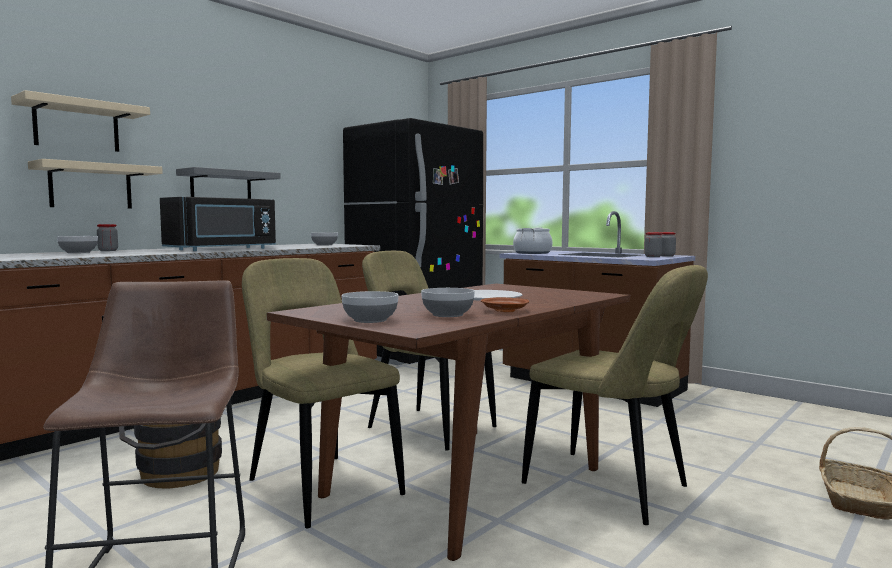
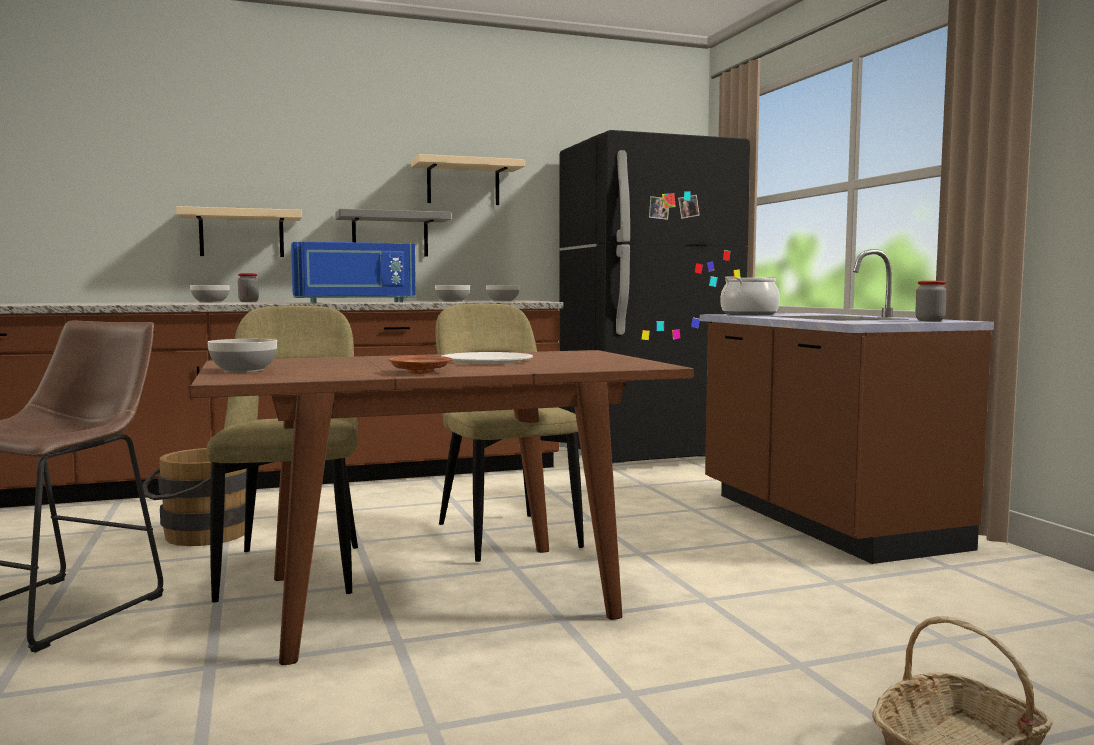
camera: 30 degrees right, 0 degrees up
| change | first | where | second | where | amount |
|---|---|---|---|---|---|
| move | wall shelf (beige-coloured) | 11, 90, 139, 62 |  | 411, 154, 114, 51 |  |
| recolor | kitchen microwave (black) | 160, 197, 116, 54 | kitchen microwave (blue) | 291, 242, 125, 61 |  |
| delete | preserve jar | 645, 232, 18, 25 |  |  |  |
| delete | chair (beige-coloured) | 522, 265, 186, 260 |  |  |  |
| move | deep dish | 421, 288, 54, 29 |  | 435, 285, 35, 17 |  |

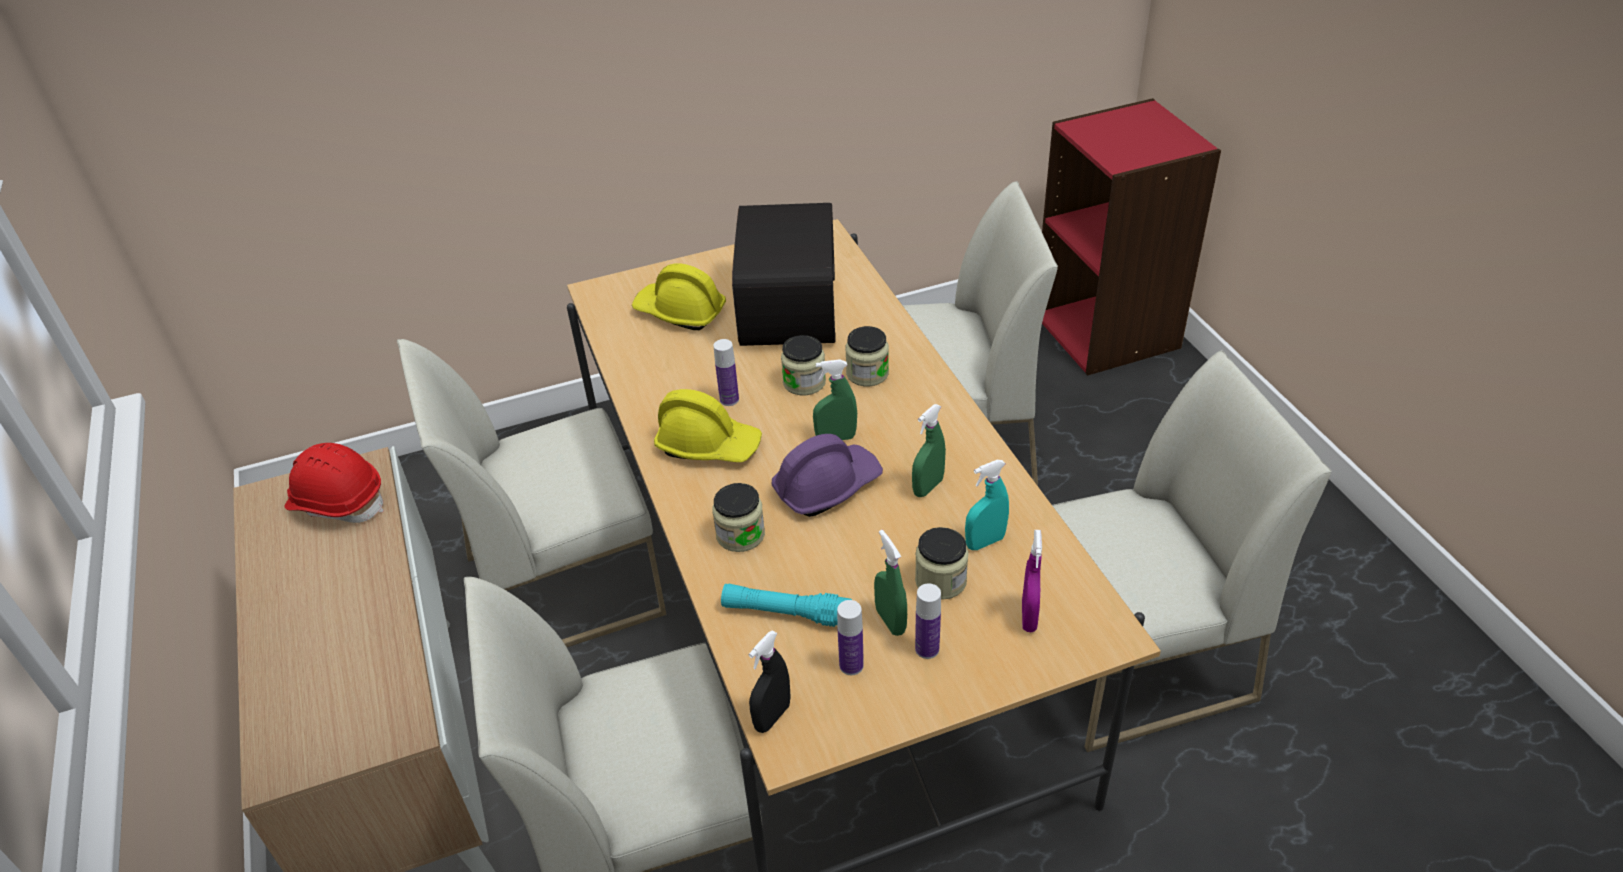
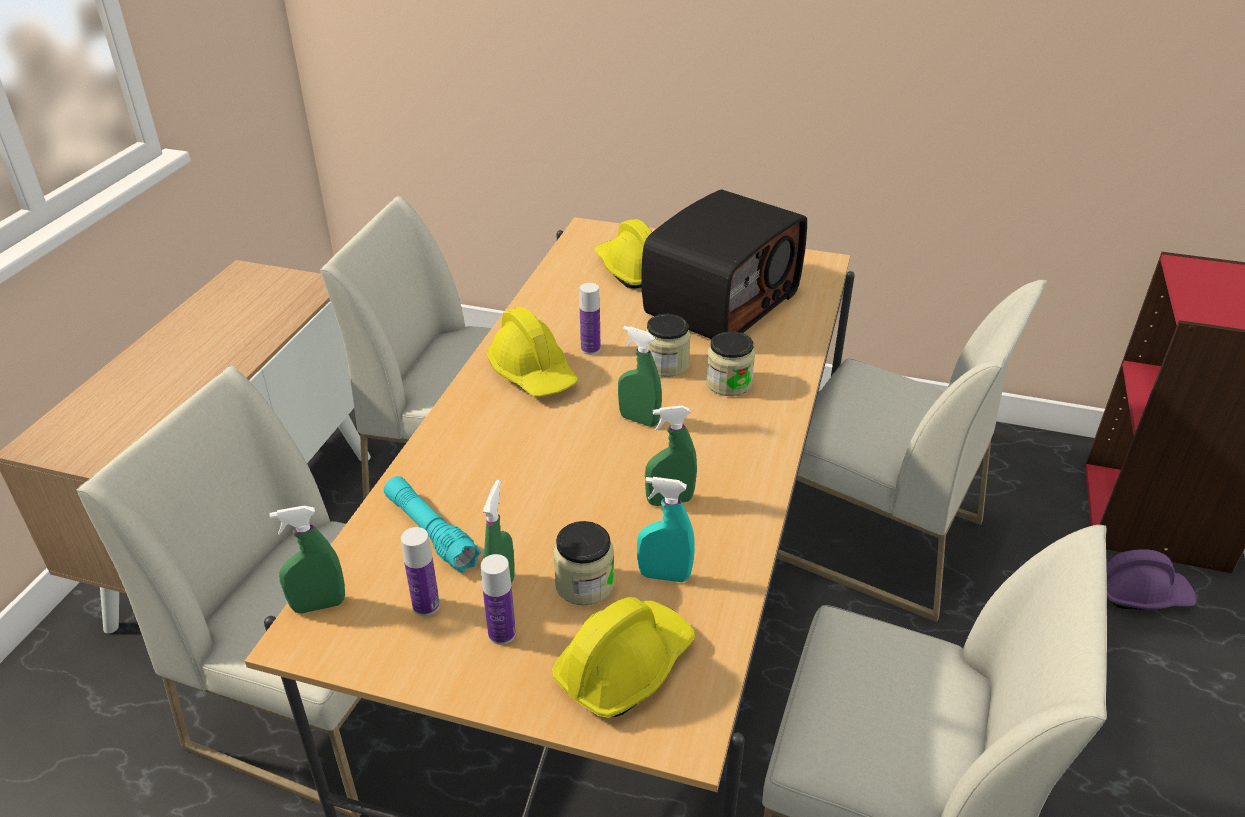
camera: 35 degrees right, 5 degrees down
| change | first | where | second | where | amount |
|---|---|---|---|---|---|
| move | safety helmet (purplish) | 772, 434, 111, 83 |  | 1106, 549, 90, 60 |  |
| delete | safety helmet (reddish) | 284, 443, 100, 80 |  |  |  |
| delete | preserve jar | 713, 483, 52, 69 |  |  |  |
| replace | hand sprayer (purplish) | 1022, 530, 20, 102 | safety helmet (yellowish) | 552, 597, 143, 121 |  |
| recolor | hand sprayer (black) | 749, 631, 42, 102 | hand sprayer (greenish) | 269, 506, 76, 107 |  |

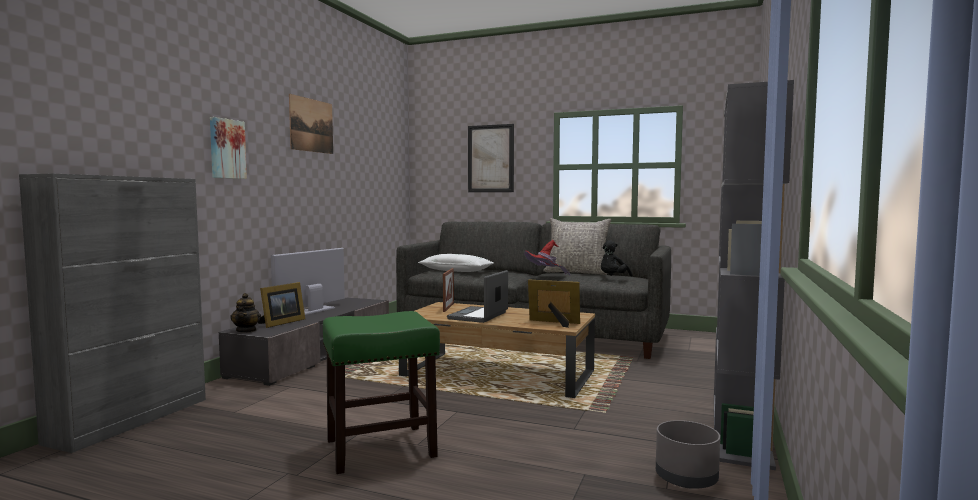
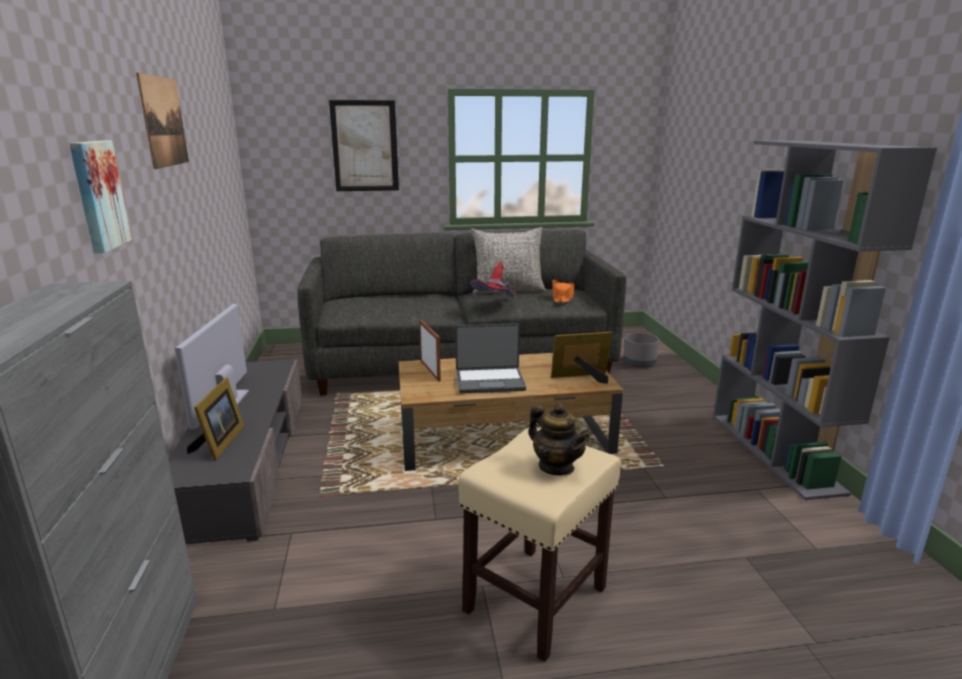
camera: 30 degrees left, 15 degrees up
| change | first | where | second | where | amount |
|---|---|---|---|---|---|
| replace | soft toy (black) | 601, 240, 32, 37 | hat (orange) | 552, 280, 22, 23 |  |
| delete | cushion (white-coloured) | 418, 254, 76, 18 |  |  |  |
| rotate | laptop | 447, 270, 61, 53 |  | 455, 323, 71, 71 | 90 degrees counterclockwise |
| move | pot for tea | 230, 293, 31, 40 |  | 528, 403, 62, 72 |  |
| recolor | sitting stool (greenish) | 323, 311, 117, 163 | sitting stool (beige-coloured) | 458, 428, 163, 234 |  |
| move | plant pot (grey) | 656, 420, 64, 69 |  | 623, 333, 36, 34 |  |

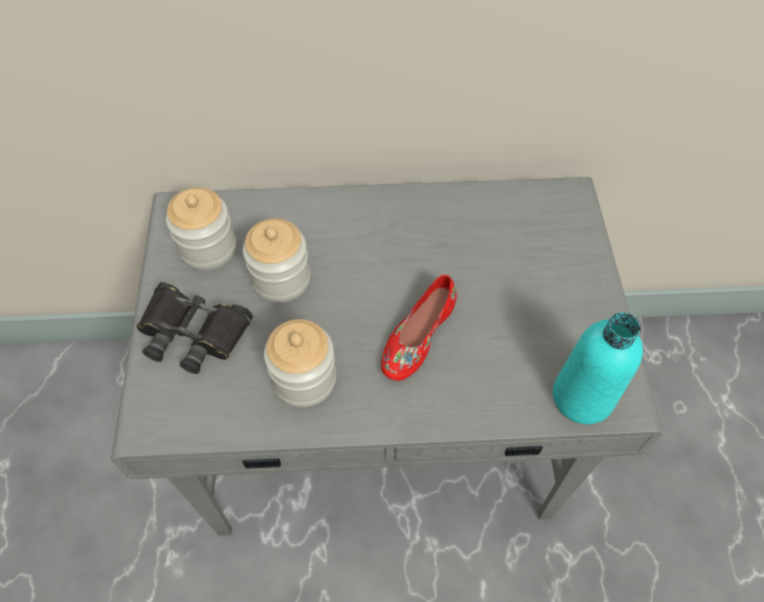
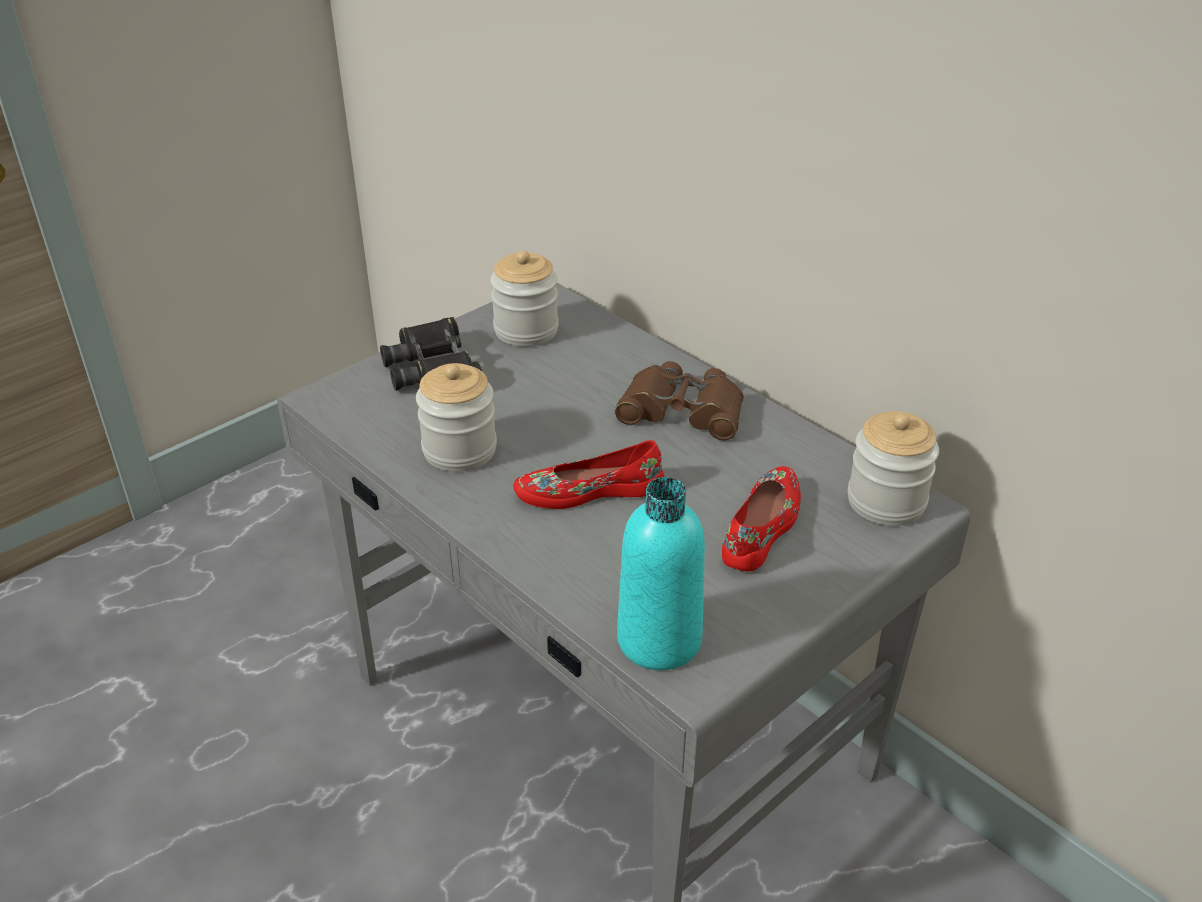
camera: 50 degrees right, 20 degrees down
| change | first | where | second | where | amount |
|---|---|---|---|---|---|
| move | preserve jar | 243, 218, 67, 85 |  | 848, 411, 91, 115 |  |
| insert |  |  | binoculars (brown) | 615, 361, 129, 80 |  |
| insert |  |  | low shoe (reddish) | 722, 466, 79, 106 |  |

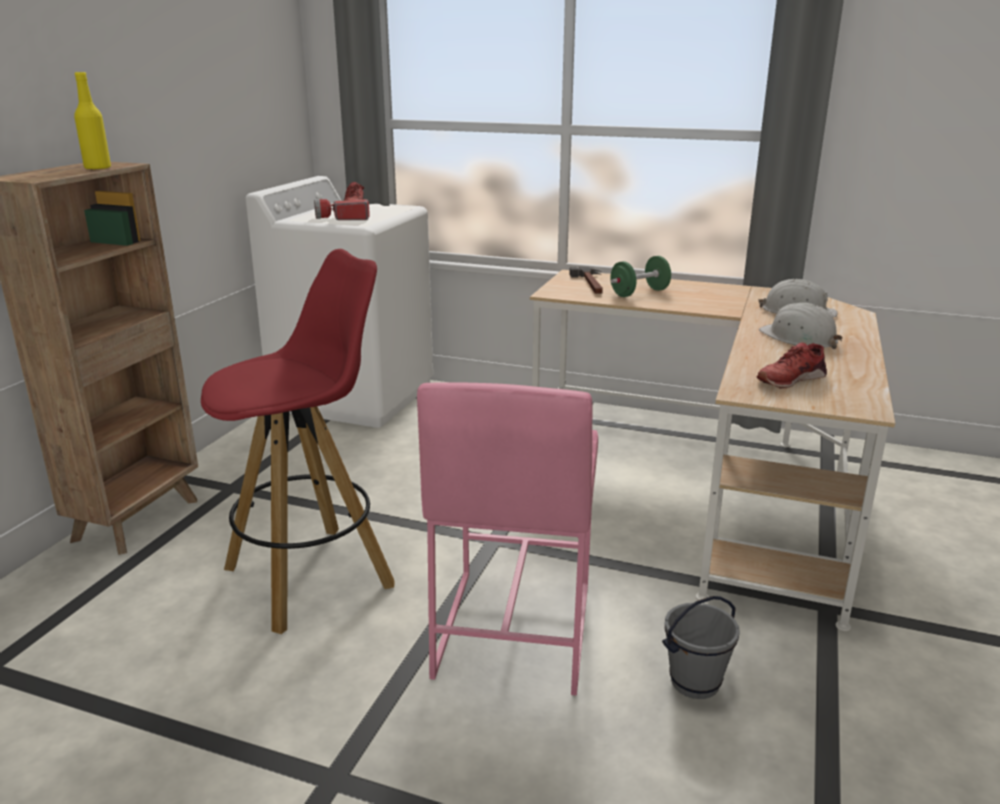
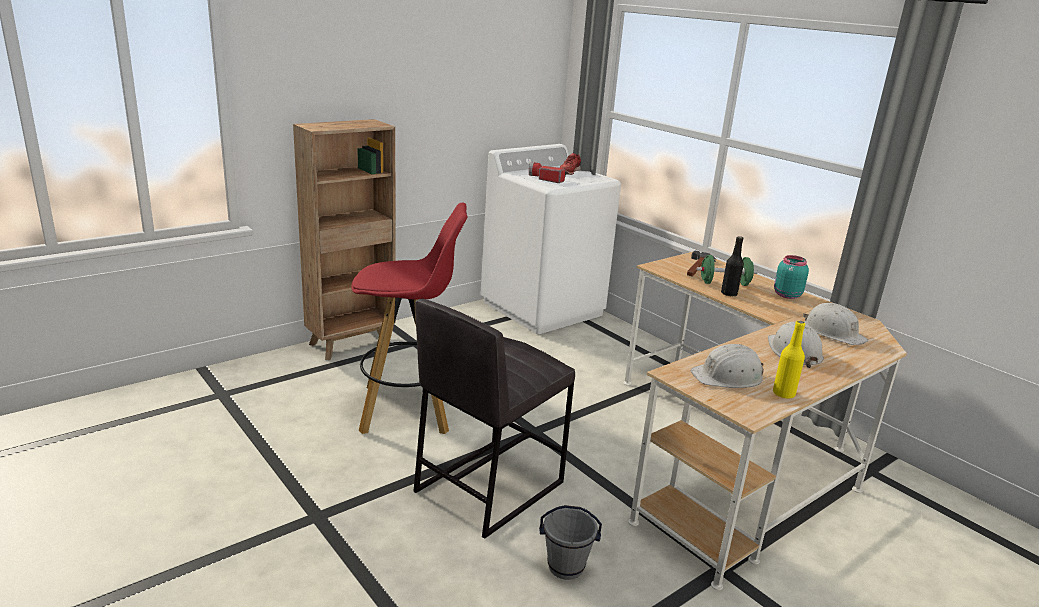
camera: 30 degrees right, 0 degrees up
| change | first | where | second | where | amount |
|---|---|---|---|---|---|
| move | beverage bottle (yellowish) | 74, 72, 37, 98 |  | 773, 321, 32, 78 |  |
| replace | low shoe (reddish) | 756, 343, 71, 46 | safety helmet (white-coloured) | 690, 344, 74, 44 |  |
| recolor | sitting stool (pink) | 417, 382, 181, 314 | sitting stool (grey) | 413, 299, 162, 240 |  |
| insert |  |  | beverage bottle (black) | 721, 236, 23, 60 |  |
| insert |  |  | preserve jar (turquoise) | 774, 255, 35, 44 |  |

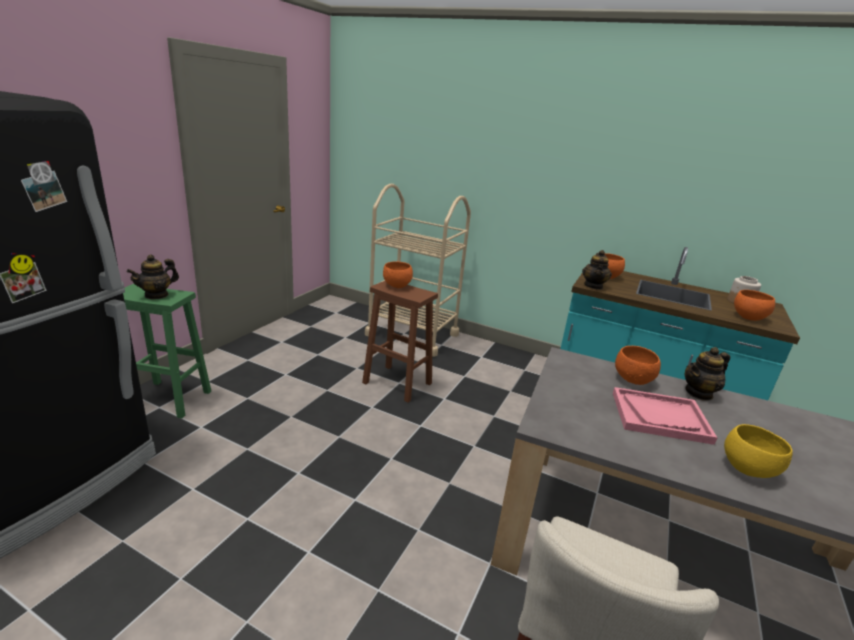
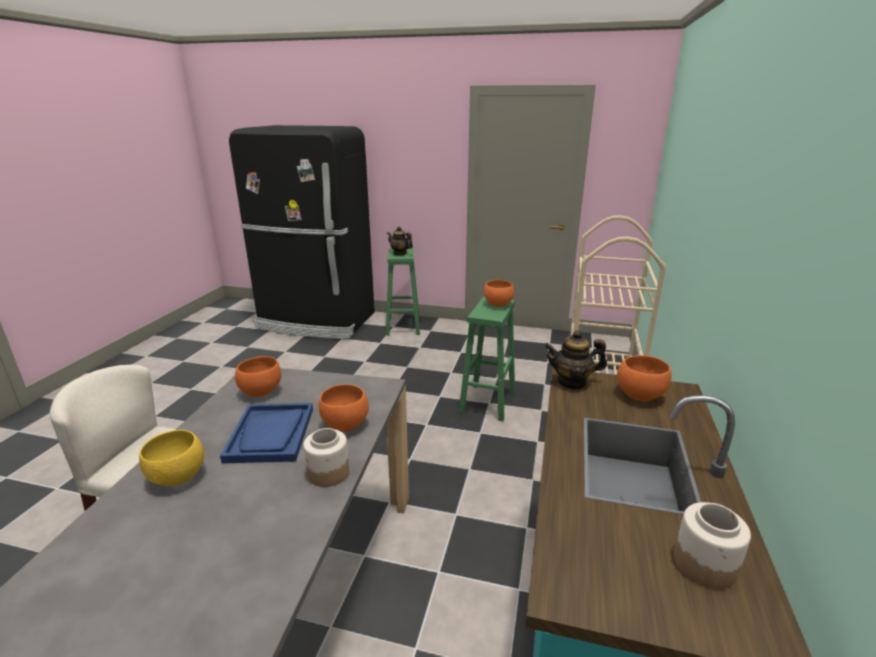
camera: 80 degrees right, 0 degrees up
| change | first | where | second | where | amount |
|---|---|---|---|---|---|
| recolor | sitting stool (brown) | 362, 281, 76, 122 | sitting stool (greenish) | 458, 296, 57, 125 |  |
| move | deep dish (orange) | 734, 290, 41, 31 |  | 235, 356, 46, 41 |  |
| replace | pot for tea | 685, 347, 45, 54 | preserve jar | 303, 428, 46, 59 |  |
| recolor | serving tray (pink) | 613, 387, 104, 58 | serving tray (blue) | 220, 403, 93, 60 |  |

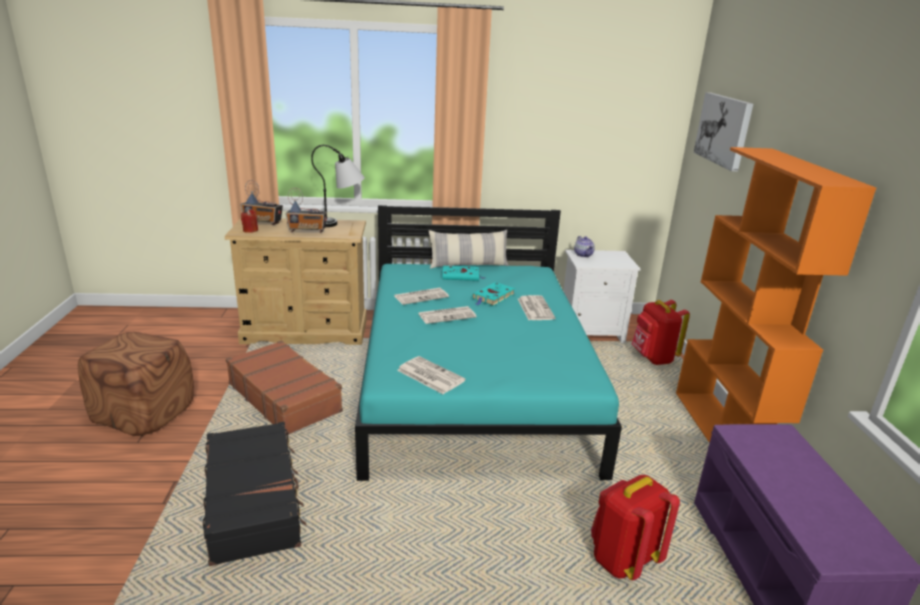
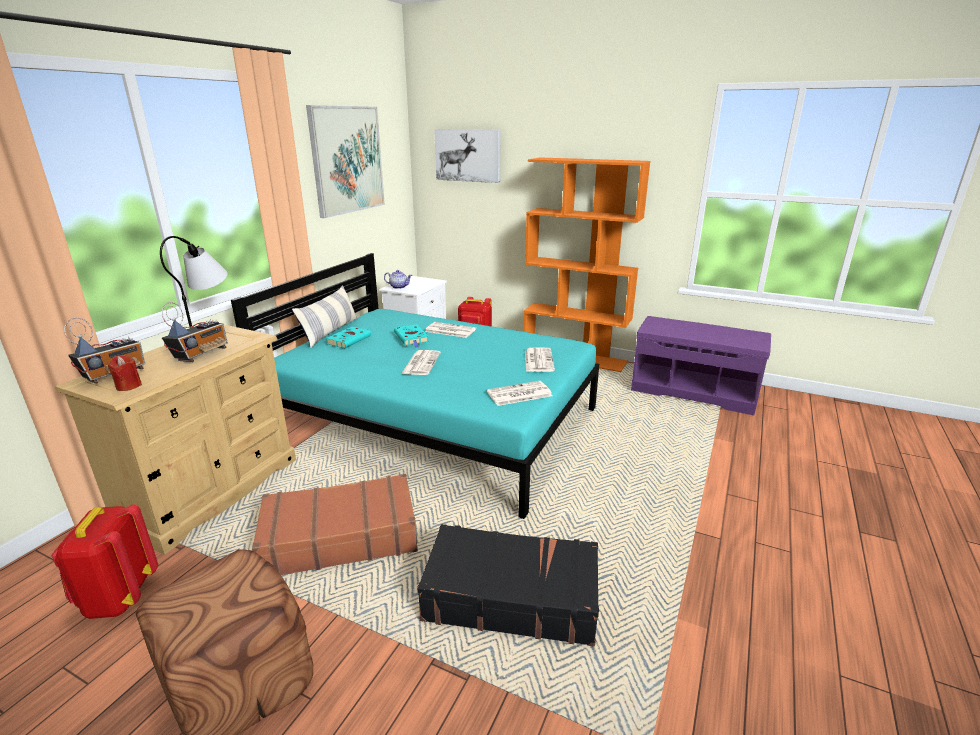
camera: 60 degrees left, 0 degrees up
| change | first | where | second | where | amount |
|---|---|---|---|---|---|
| move | daily paper | 394, 288, 55, 17 |  | 525, 347, 30, 25 |  |
| move | backpack (reddish) | 591, 475, 89, 105 |  | 51, 504, 107, 115 |  |
| insert |  |  | picture | 306, 105, 79, 113 |  |

